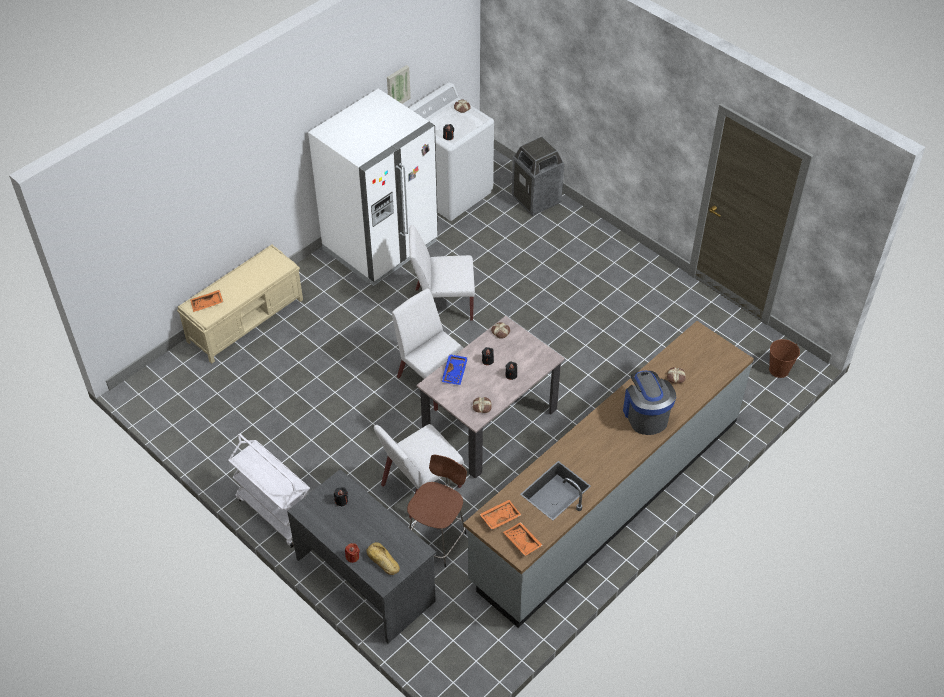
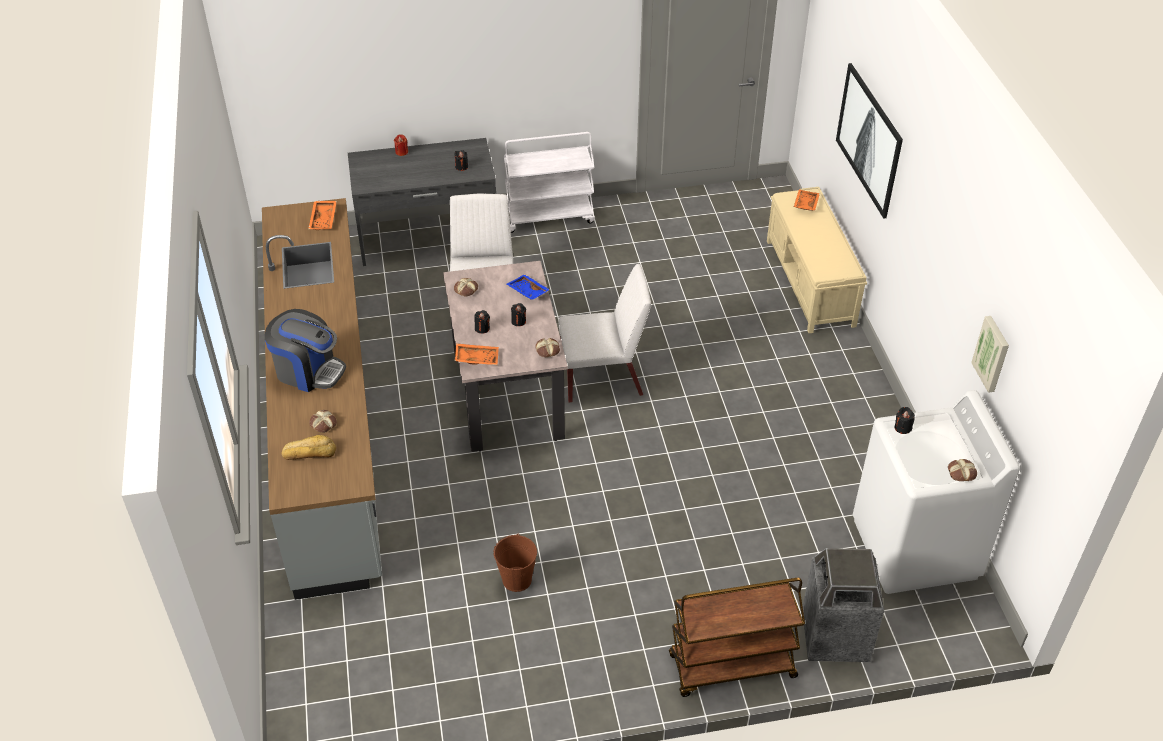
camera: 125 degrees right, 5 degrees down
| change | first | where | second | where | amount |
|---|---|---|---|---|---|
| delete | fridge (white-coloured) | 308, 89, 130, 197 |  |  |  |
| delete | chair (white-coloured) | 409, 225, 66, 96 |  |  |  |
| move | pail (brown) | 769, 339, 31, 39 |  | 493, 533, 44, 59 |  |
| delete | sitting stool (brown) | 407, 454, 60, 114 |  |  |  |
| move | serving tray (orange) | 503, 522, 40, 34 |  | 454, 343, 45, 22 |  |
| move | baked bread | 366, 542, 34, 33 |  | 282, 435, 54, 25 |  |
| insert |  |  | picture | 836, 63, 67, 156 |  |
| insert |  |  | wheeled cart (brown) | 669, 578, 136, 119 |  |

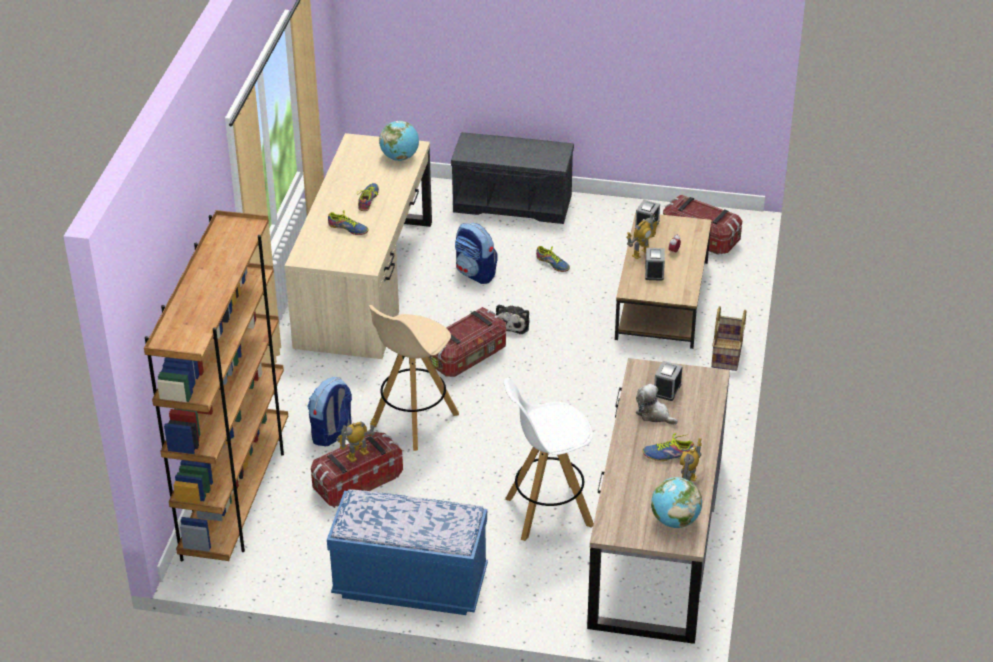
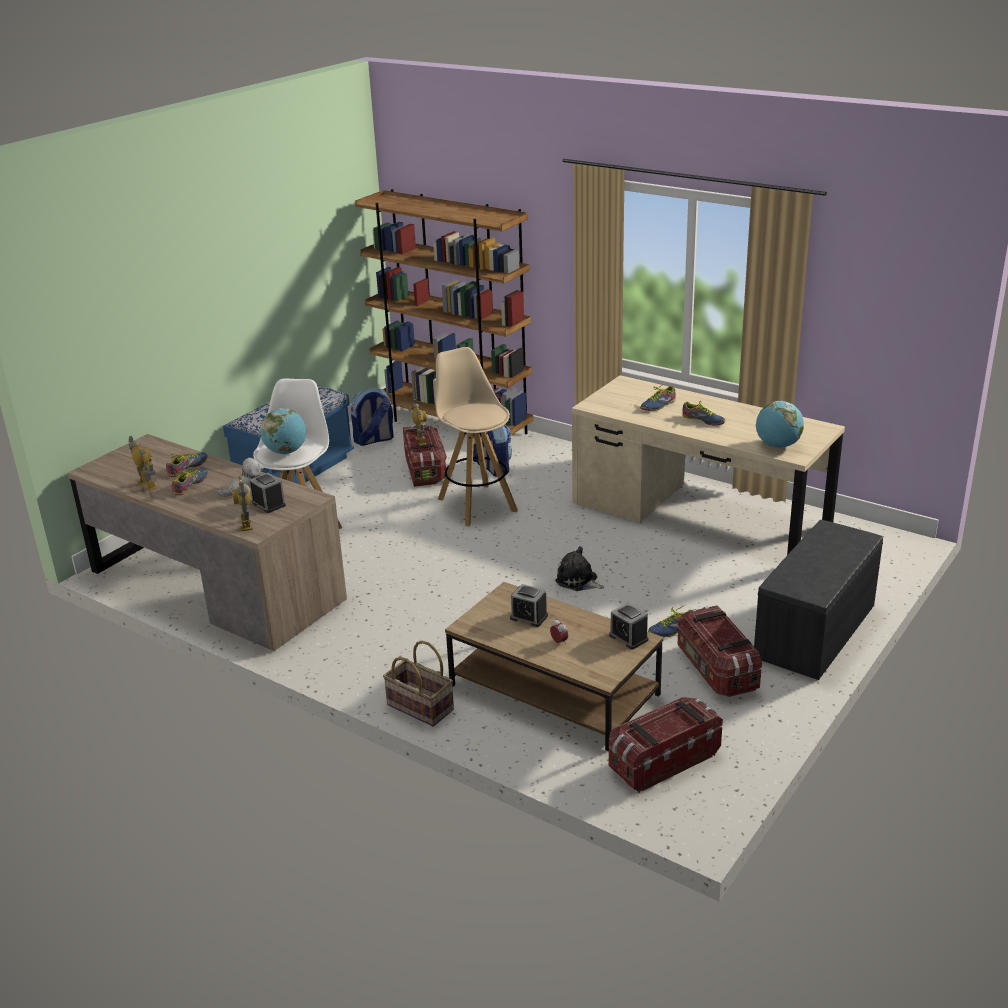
camera: 115 degrees right, 10 degrees down
| change | first | where | second | where | amount |
|---|---|---|---|---|---|
| move | robot figure | 626, 213, 33, 46 |  | 232, 476, 21, 55 |  |
| move | backpack | 455, 223, 43, 61 |  | 351, 388, 43, 58 |  |
| move | storage box | 429, 307, 77, 70 |  | 678, 605, 84, 92 |  |
| move | world globe | 651, 477, 51, 51 |  | 260, 408, 46, 46 |  |
| insert |  |  | low shoe | 166, 452, 42, 25 |  |

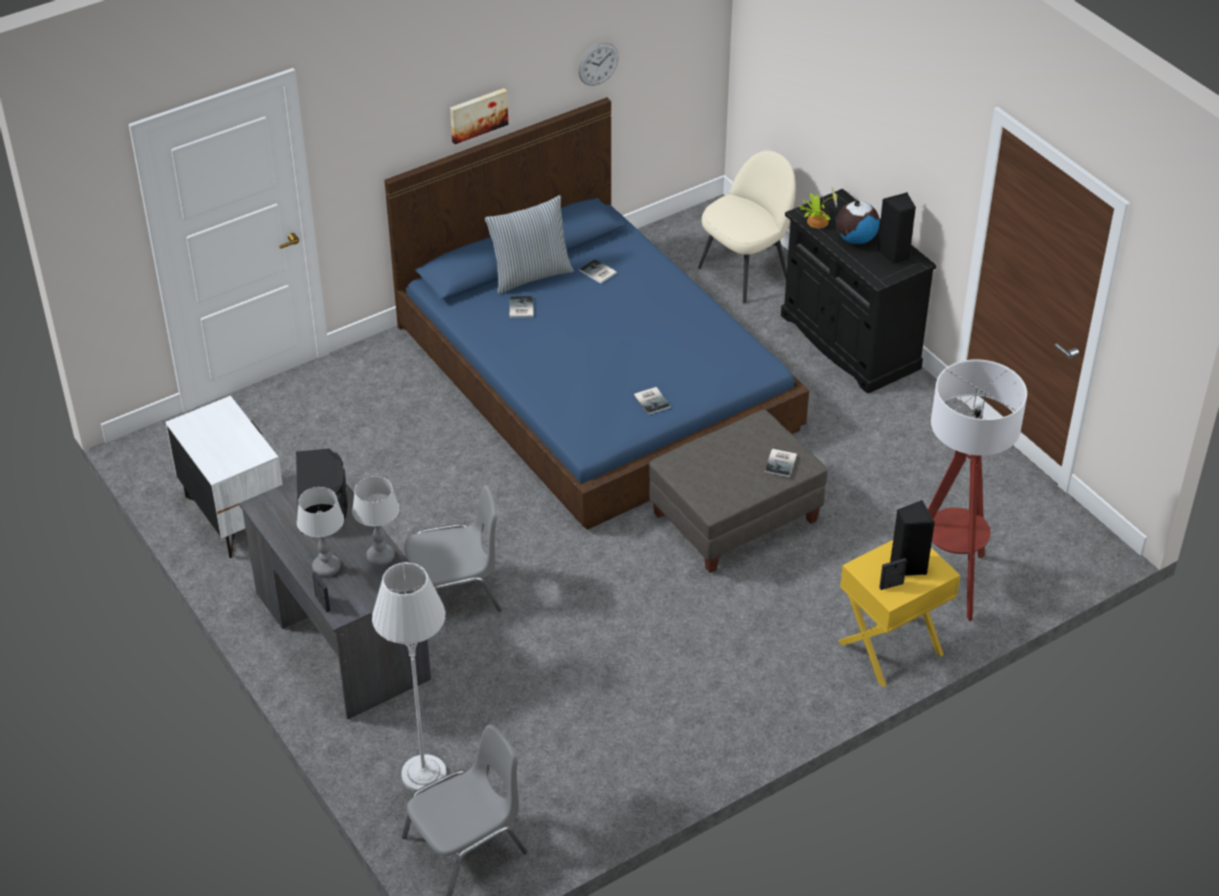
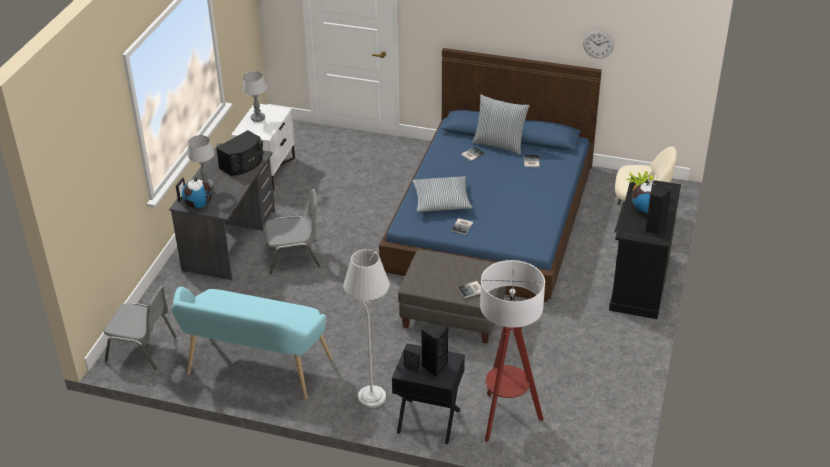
camera: 50 degrees right, 5 degrees down
| change | first | where | second | where | amount |
|---|---|---|---|---|---|
| delete | picture | 450, 88, 58, 56 |  |  |  |
| move | table lamp | 352, 476, 47, 90 |  | 243, 71, 24, 51 |  |
| rotate | chair (grey) | 404, 485, 98, 127 |  | 265, 189, 56, 85 | 45 degrees counterclockwise |
| recolor | nightstand (yellowish) | 838, 540, 122, 147 | nightstand (black) | 392, 343, 73, 101 |  |
| move | floor lamp (grey) | 372, 562, 75, 230 |  | 343, 249, 47, 159 |  |
| insert |  |  | cushion | 412, 176, 61, 36 |  |
| insert |  |  | world globe | 182, 177, 30, 31 |  |
| insert |  |  | bench (turquoise) | 172, 287, 160, 112 |  |

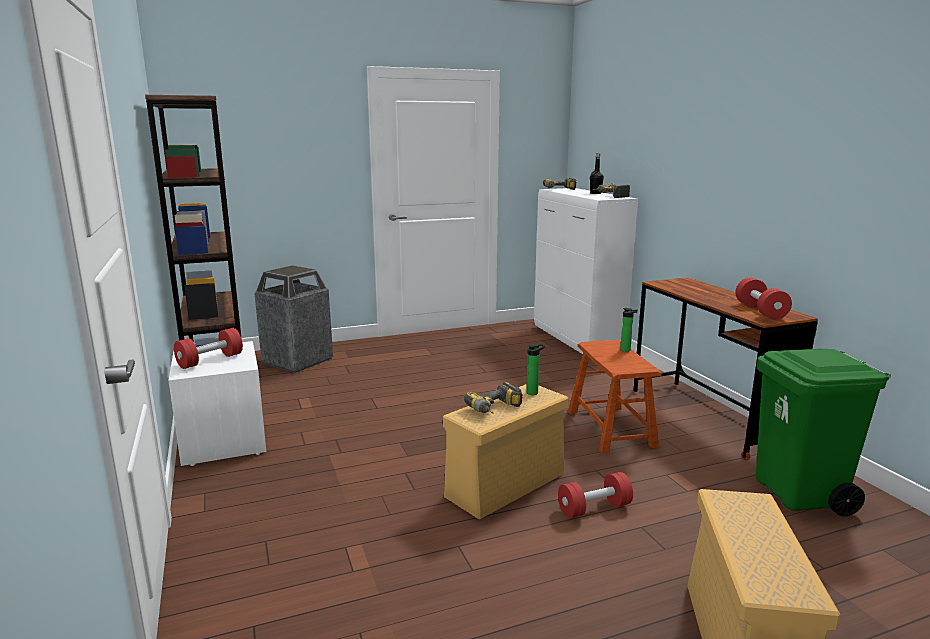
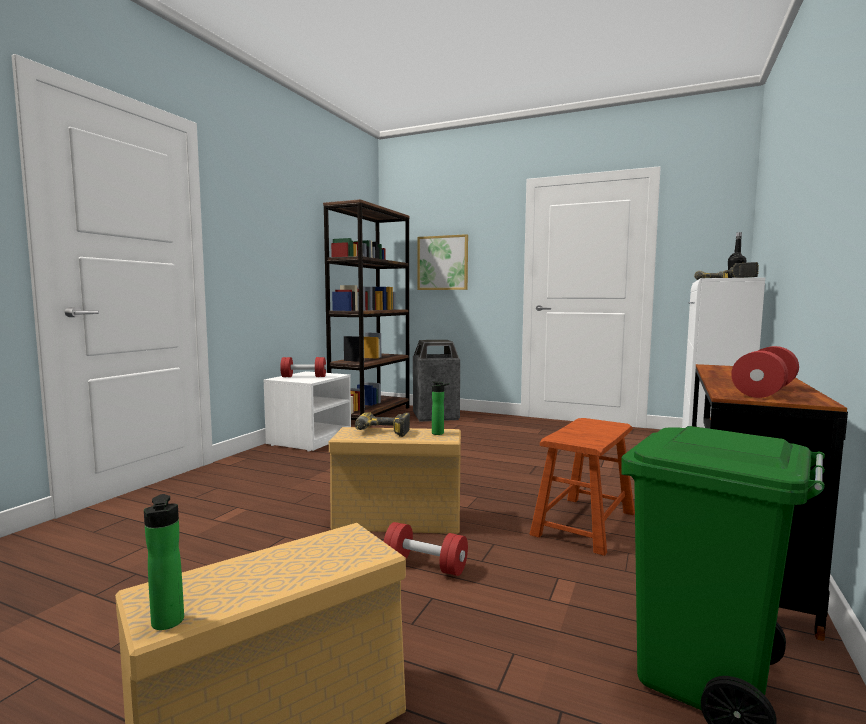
camera: 45 degrees right, 10 degrees down
| change | first | where | second | where | amount |
|---|---|---|---|---|---|
| move | beverage bottle | 620, 308, 18, 44 |  | 144, 494, 40, 136 |  |
| insert |  |  | picture | 418, 234, 50, 56 |  |

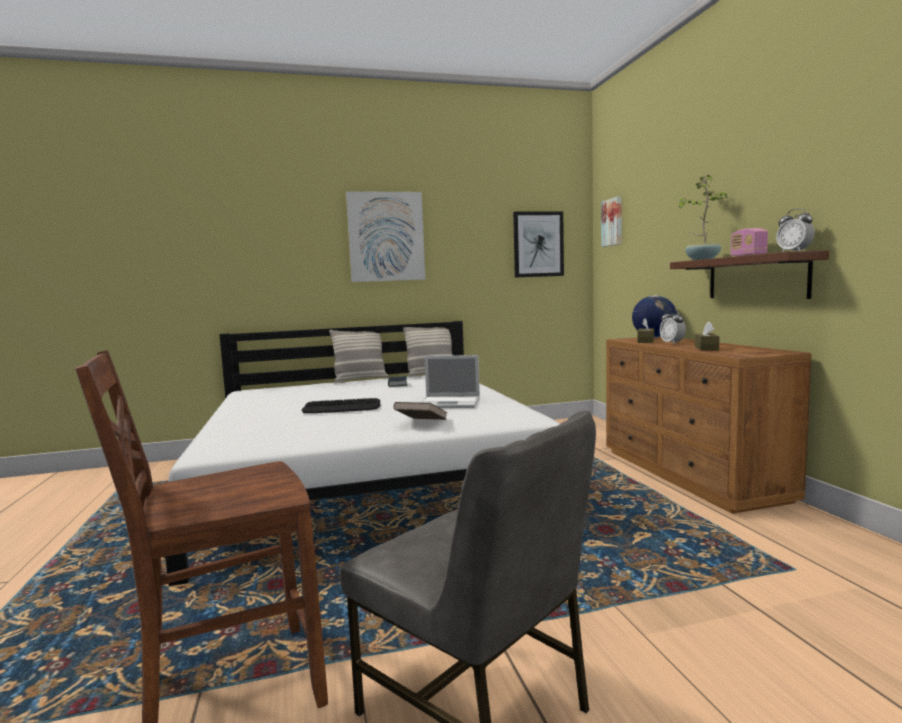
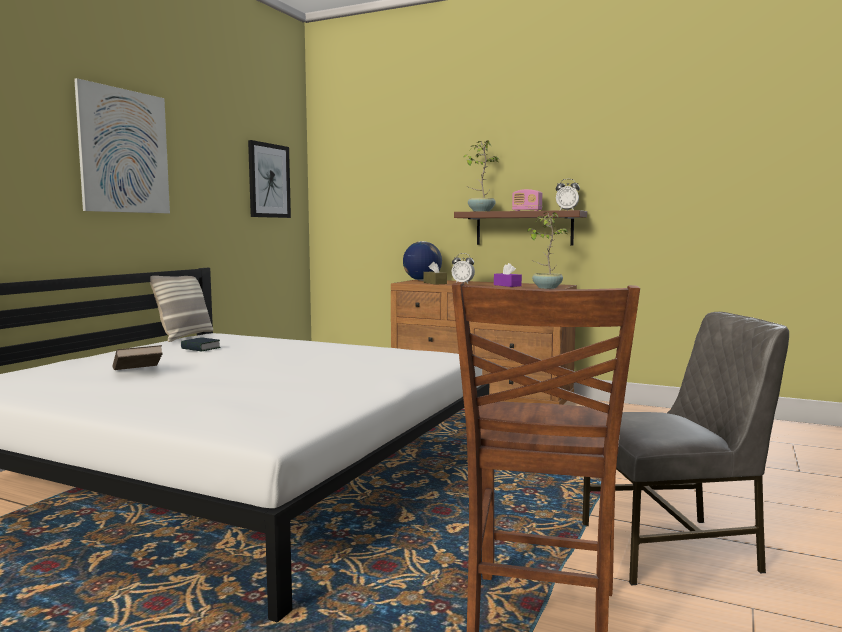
camera: 50 degrees left, 0 degrees up
| change | first | where | second | where | amount |
|---|---|---|---|---|---|
| delete | picture | 601, 196, 20, 51 |  |  |  |
| recolor | box of tissues (brown) | 695, 321, 24, 30 | box of tissues (purplish) | 494, 263, 28, 24 |  |
| delete | cushion | 329, 330, 59, 53 |  |  |  |
| delete | laptop | 420, 355, 60, 53 |  |  |  |
| delete | keyboard | 302, 398, 79, 15 |  |  |  |
| move | book (brown) | 393, 402, 54, 18 |  | 113, 345, 50, 25 |  |
| insert |  |  | houseplant | 527, 212, 41, 77 |  |

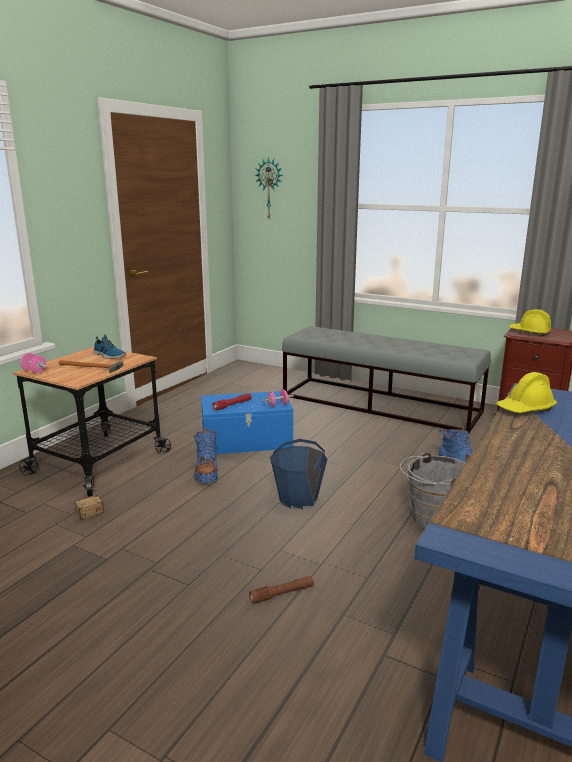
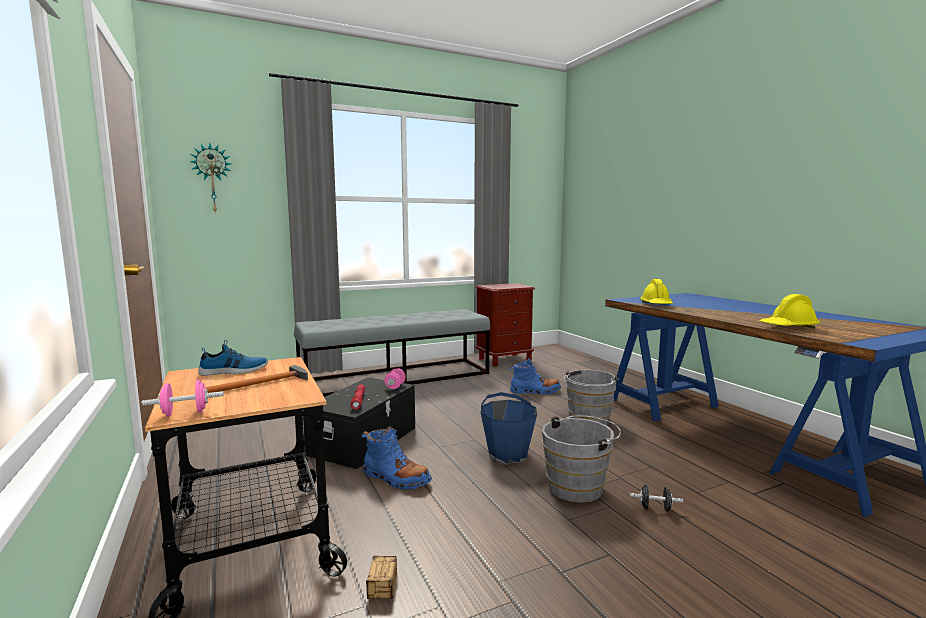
camera: 55 degrees left, 10 degrees down
| change | first | where | second | where | amount |
|---|---|---|---|---|---|
| move | safety helmet (yellowish) | 509, 309, 42, 27 |  | 759, 294, 61, 35 |  |
| recolor | storage box (blue) | 200, 391, 93, 63 | storage box (black) | 303, 377, 112, 92 |  |
| replace | torch (brown) | 249, 576, 65, 28 | dumbbell (black) | 630, 485, 53, 27 |  |
| insert |  |  | pail (grey) | 542, 415, 79, 88 |  |

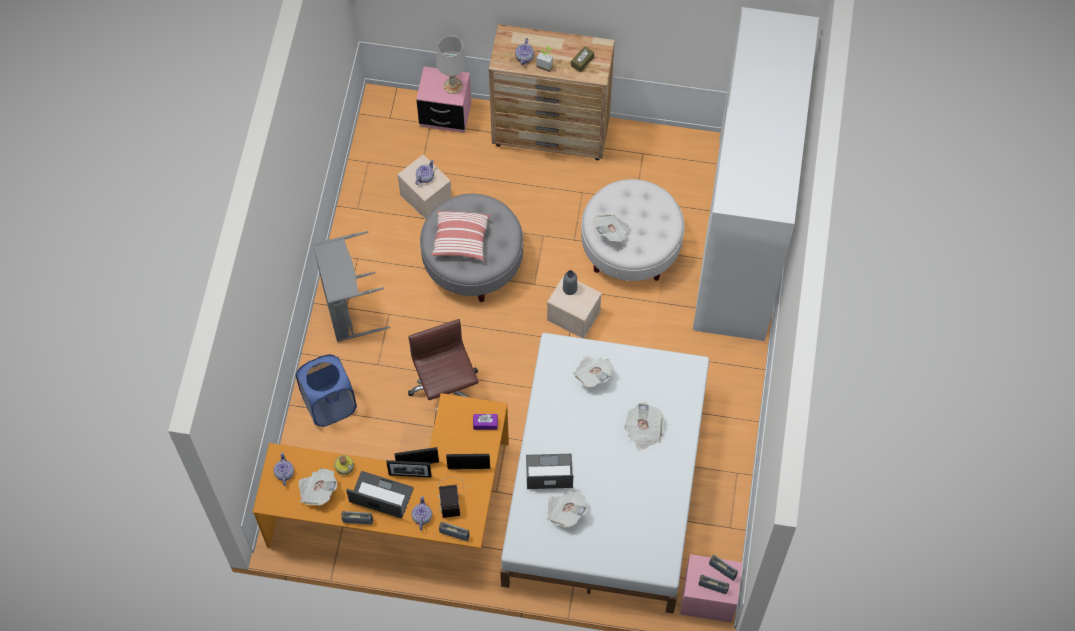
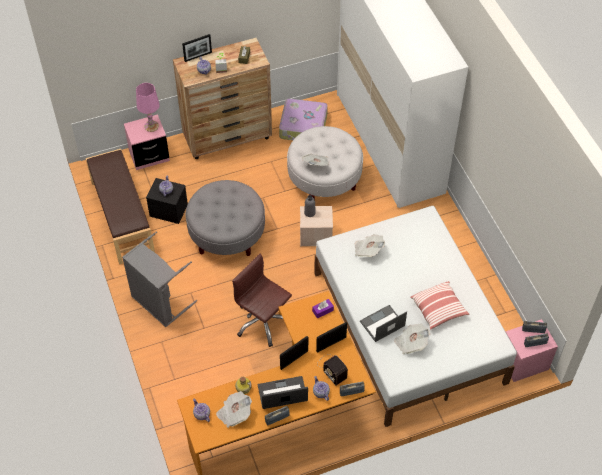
camera: 30 degrees left, 10 degrees down
| change | first | where | second | where | amount |
|---|---|---|---|---|---|
| recolor | table lamp (white-coloured) | 436, 36, 31, 58 | table lamp (pink) | 136, 83, 24, 49 |  |
| recolor | storage box (beige-coloured) | 397, 154, 55, 66 | storage box (black) | 146, 178, 42, 46 |  |
| move | cushion | 431, 211, 59, 50 |  | 410, 281, 59, 49 |  |
| delete | hamper (blue) | 296, 355, 61, 72 |  |  |  |
| delete | daily paper | 624, 402, 40, 49 |  |  |  |
| move | photo frame | 386, 460, 46, 18 |  | 182, 34, 30, 28 |  |
| insert |  |  | travel case | 279, 99, 49, 42 |  |
| insert |  |  | bench (brown) | 86, 149, 69, 115 |  |

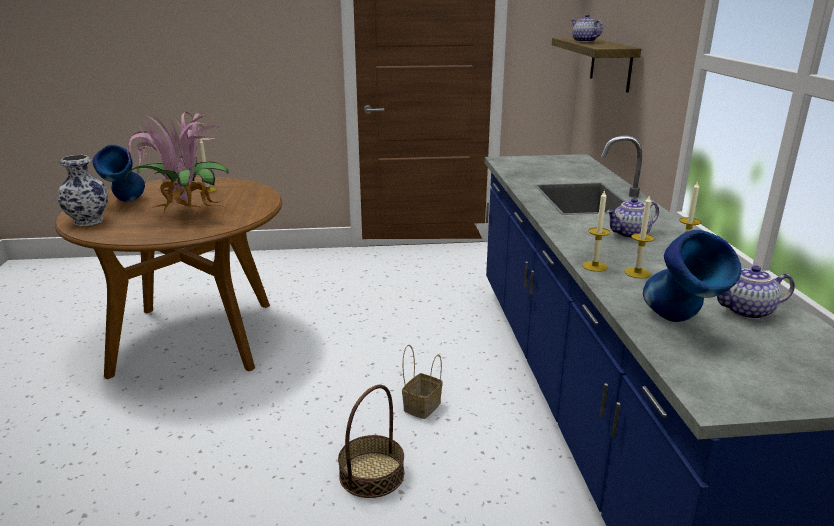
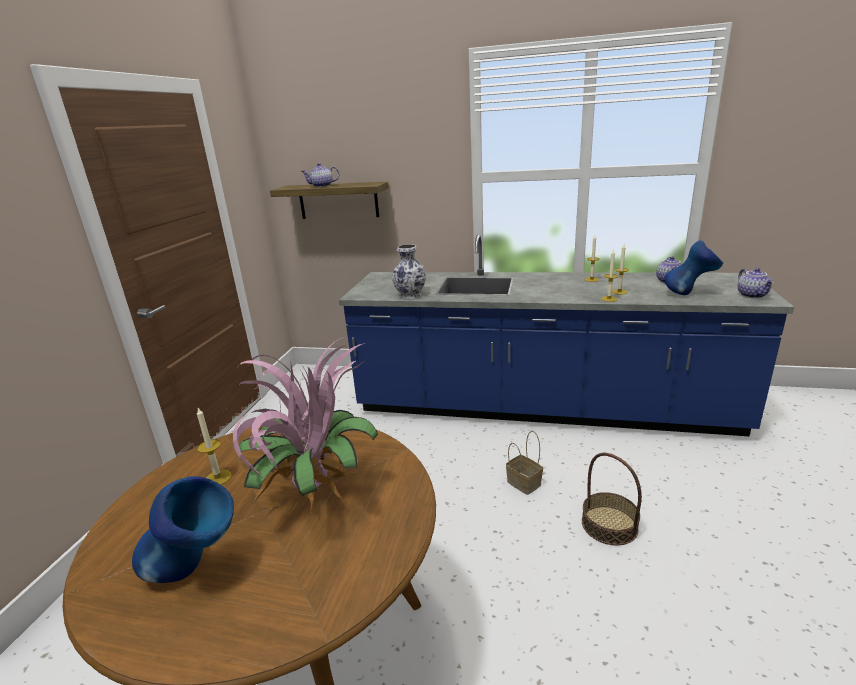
camera: 70 degrees left, 0 degrees up
| change | first | where | second | where | amount |
|---|---|---|---|---|---|
| move | flower vase | 58, 155, 50, 71 |  | 392, 244, 34, 55 |  |
| move | pot for tea | 606, 198, 53, 41 |  | 737, 268, 37, 30 |  |

